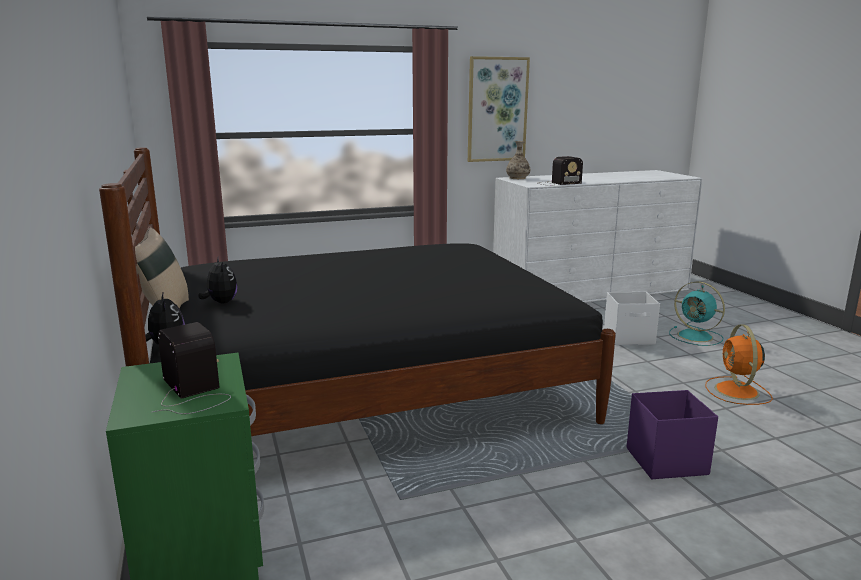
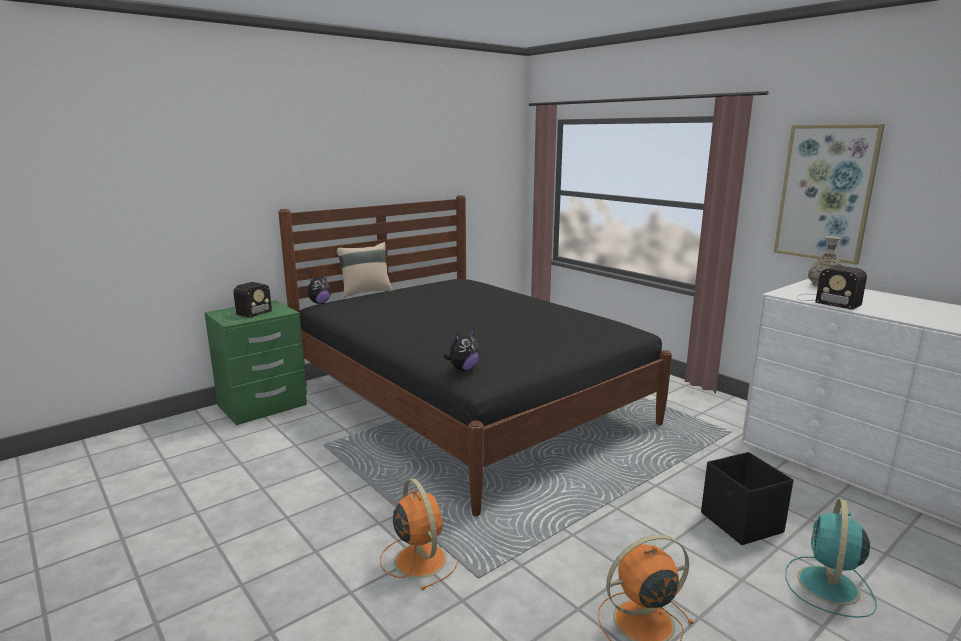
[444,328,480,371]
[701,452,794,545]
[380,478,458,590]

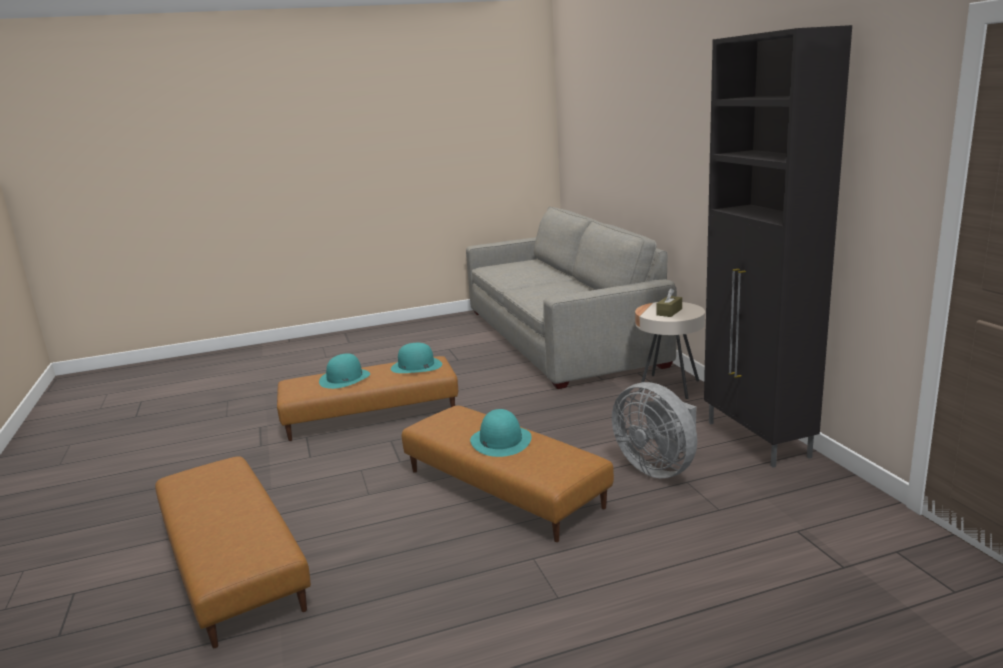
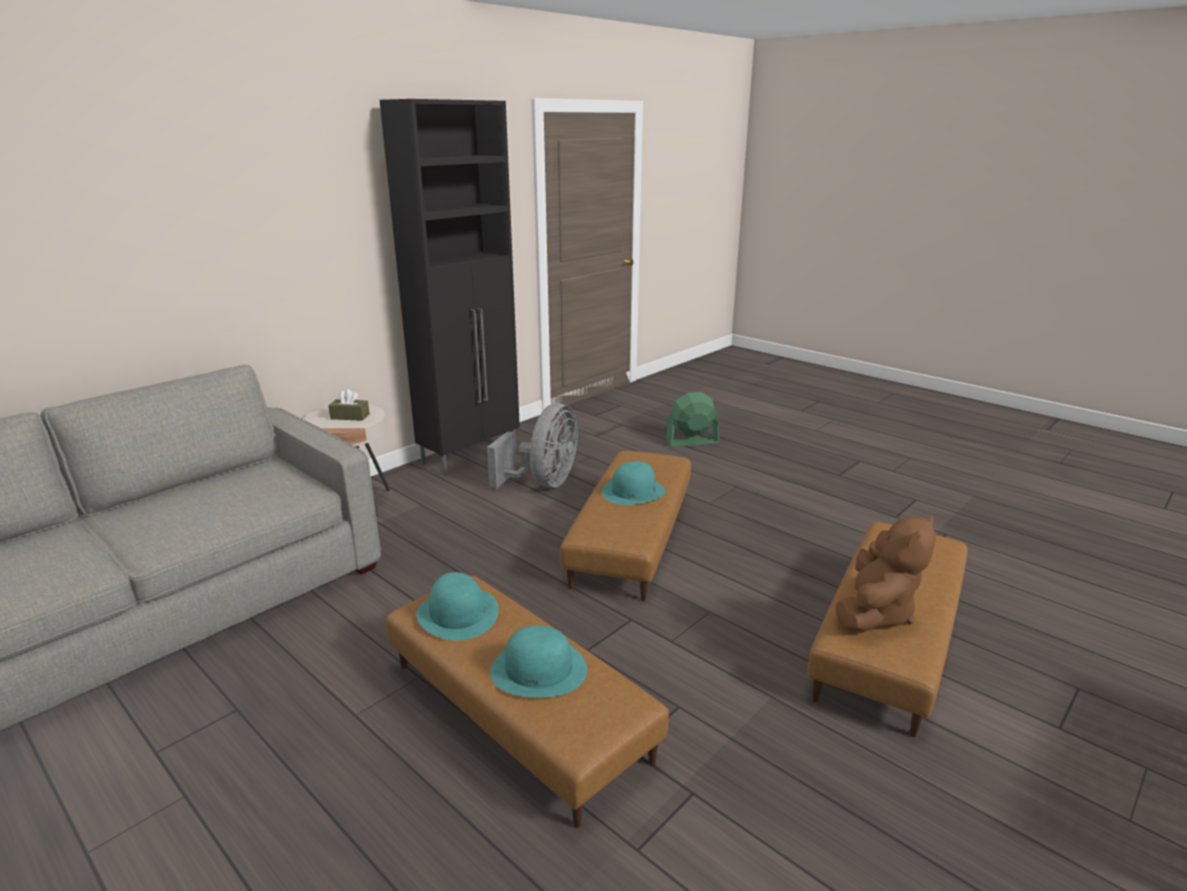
[666,392,720,447]
[835,515,936,632]

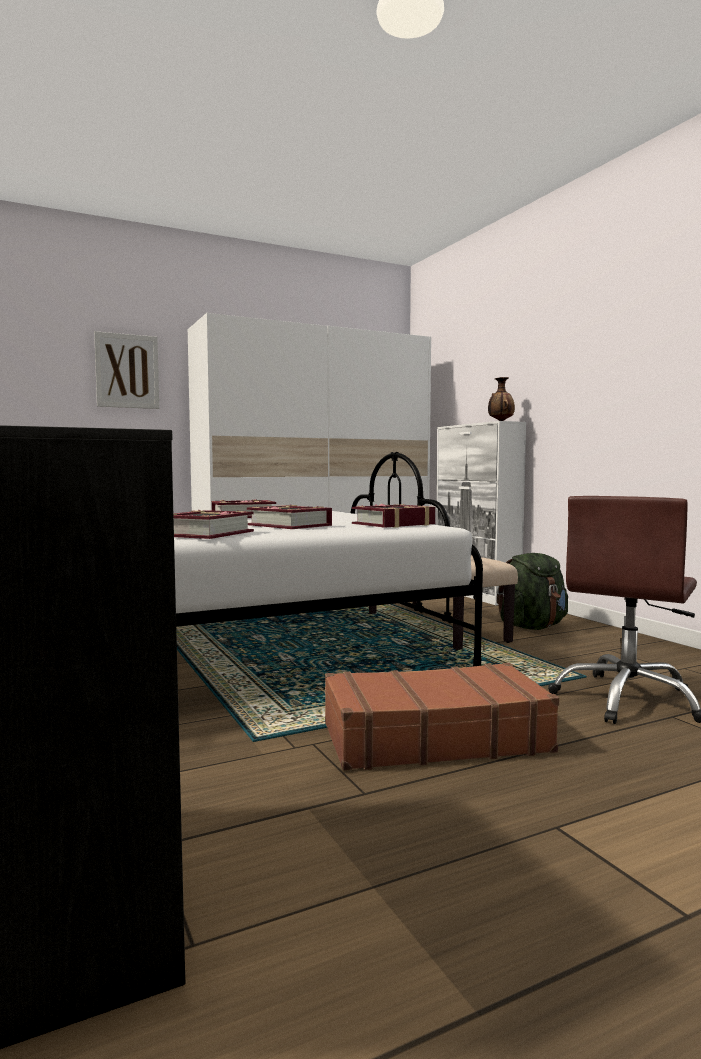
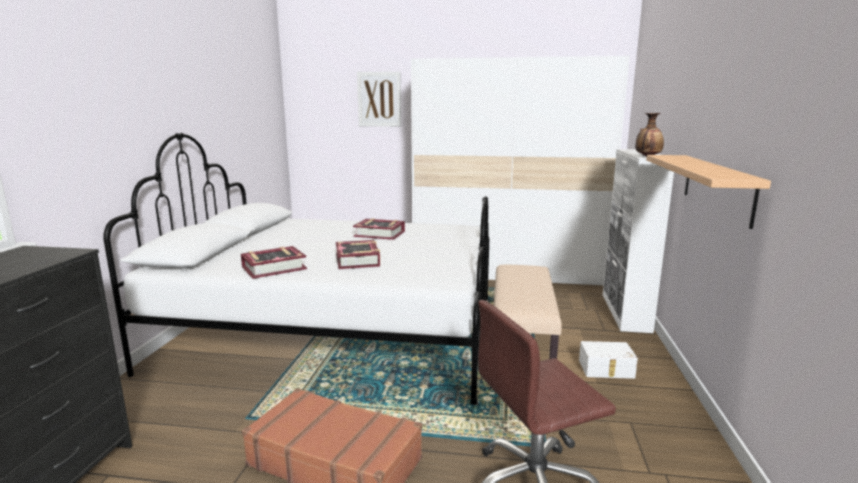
[352,504,435,528] (first image)
[579,341,638,379]
[646,155,771,229]

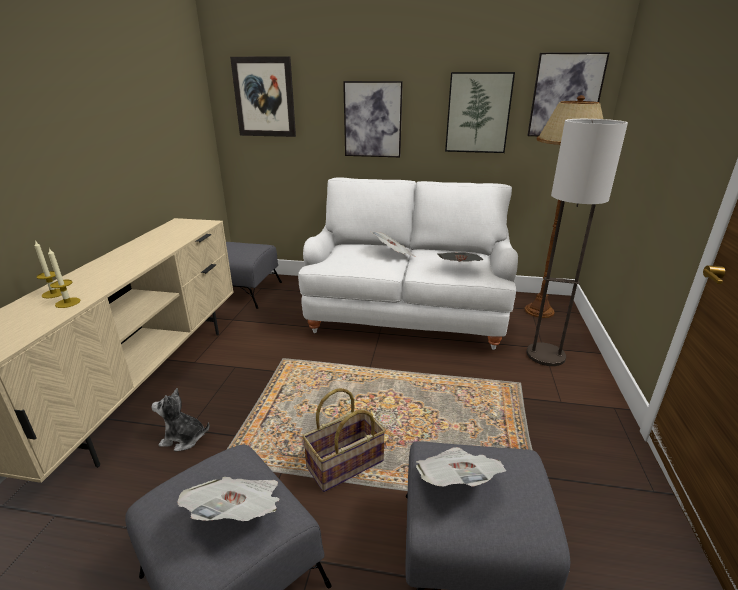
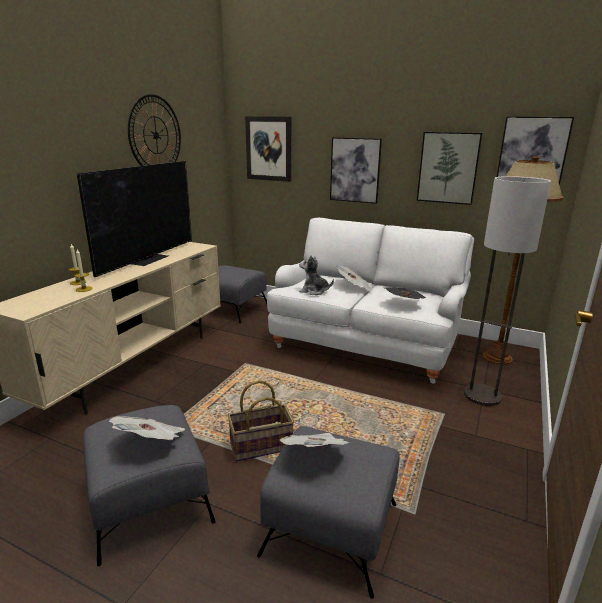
[299,255,334,295]
[128,94,181,166]
[77,161,192,277]

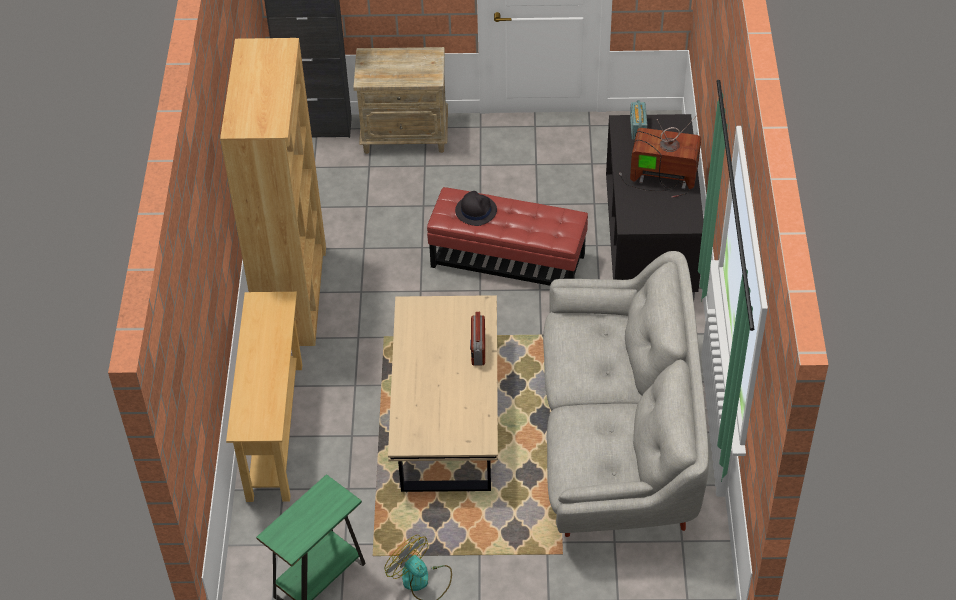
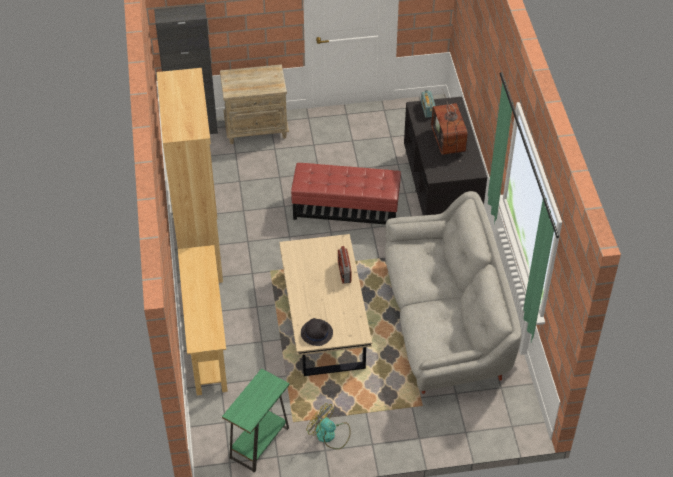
[431,89,468,162]
[301,318,333,346]

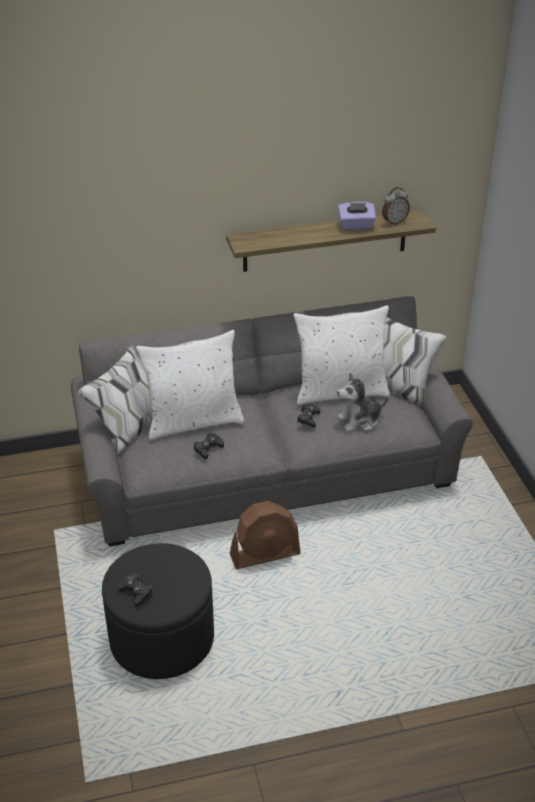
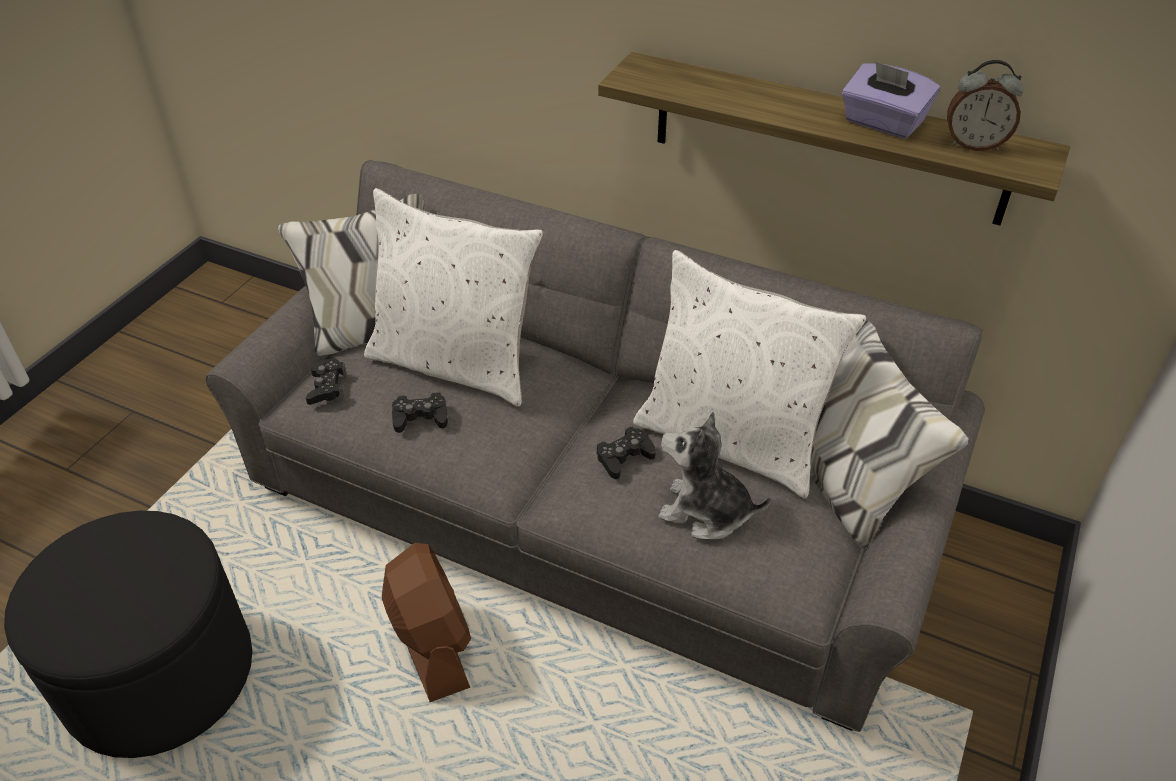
[382,543,471,702]
[306,359,347,405]

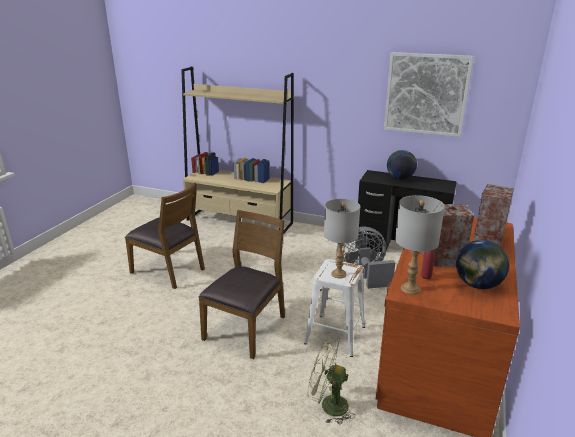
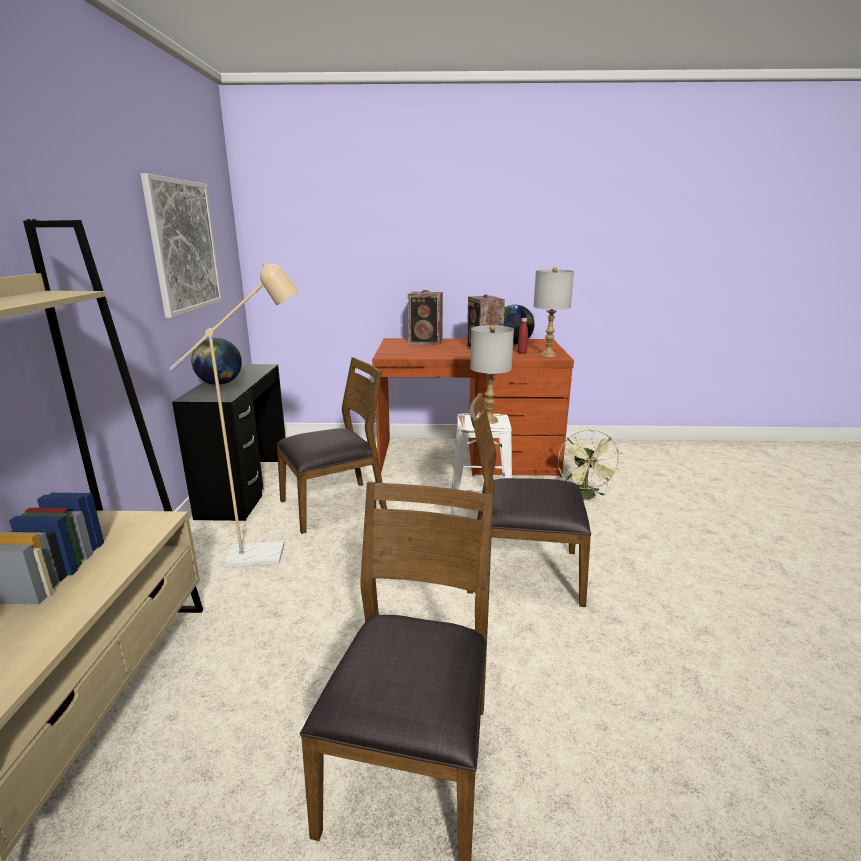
[277,357,387,534]
[169,262,299,568]

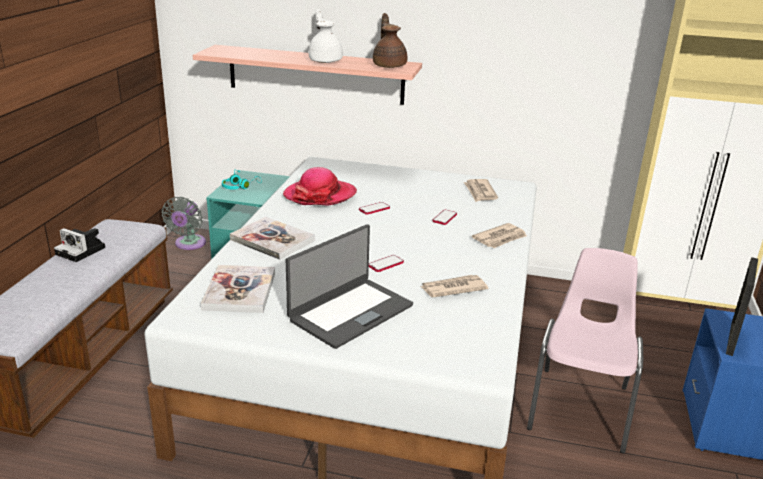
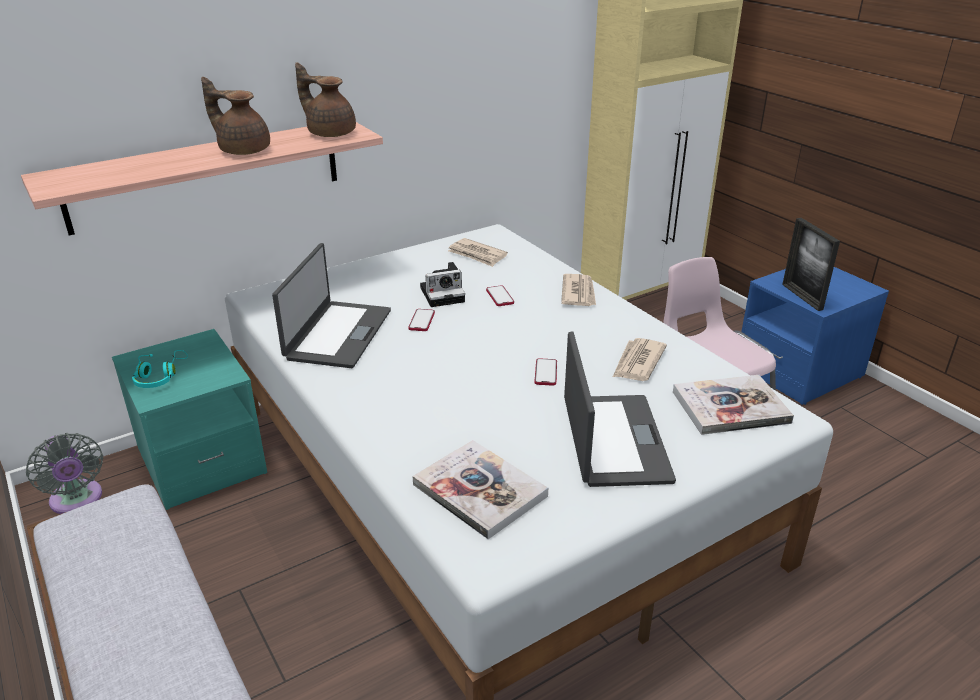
[201,77,270,155]
[272,243,391,368]
[673,375,794,435]
[420,262,465,307]

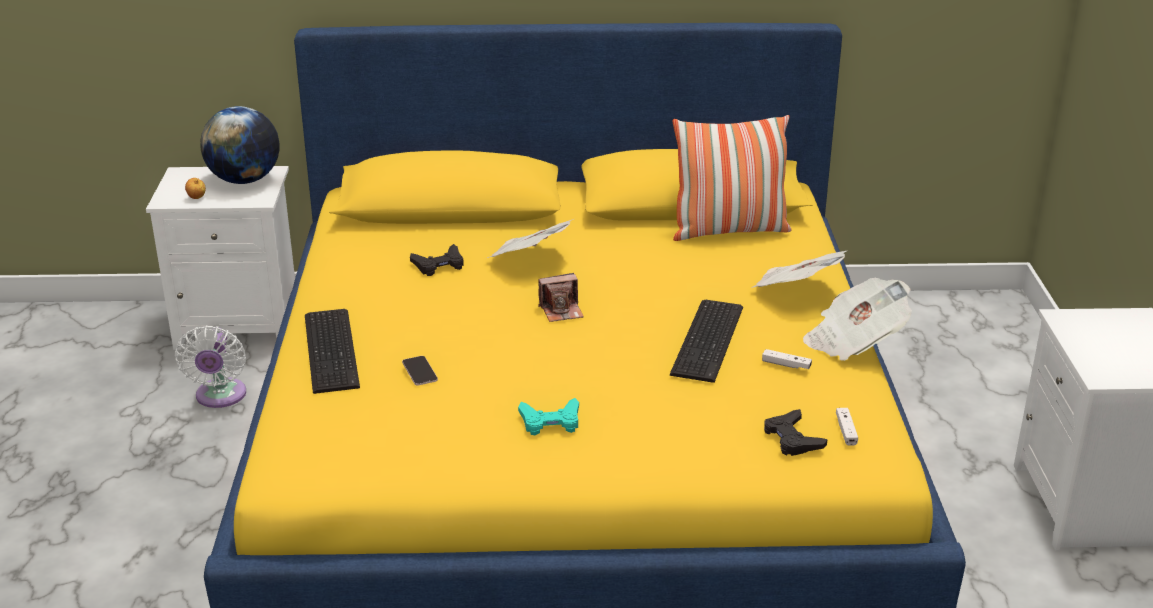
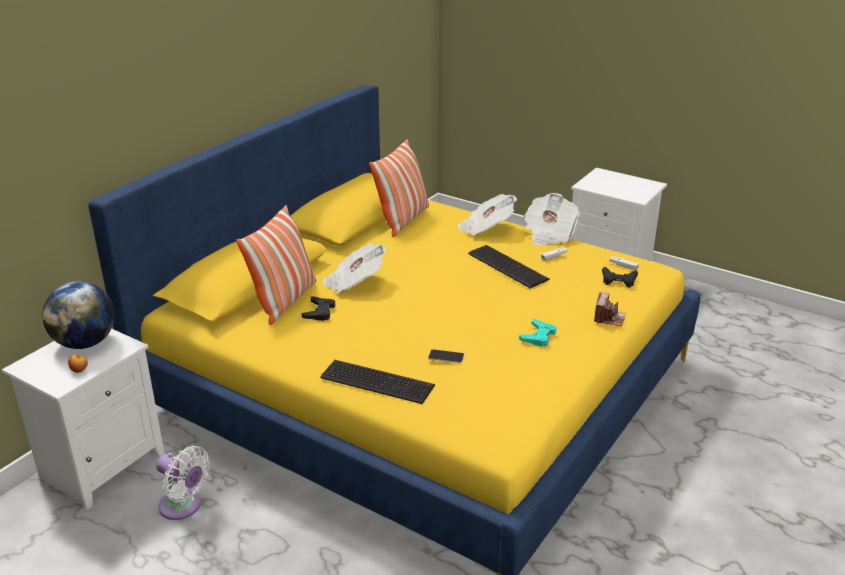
[594,292,626,326]
[236,205,317,325]

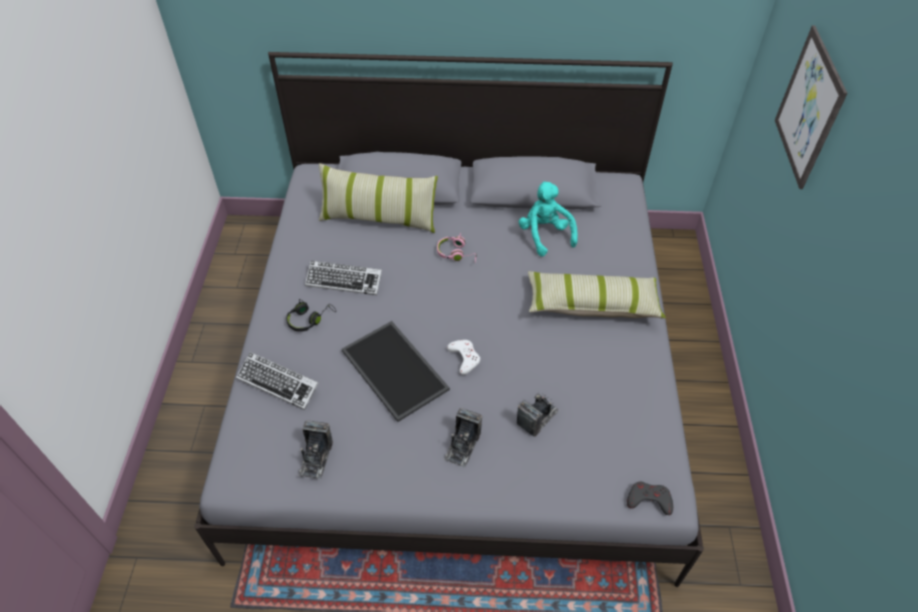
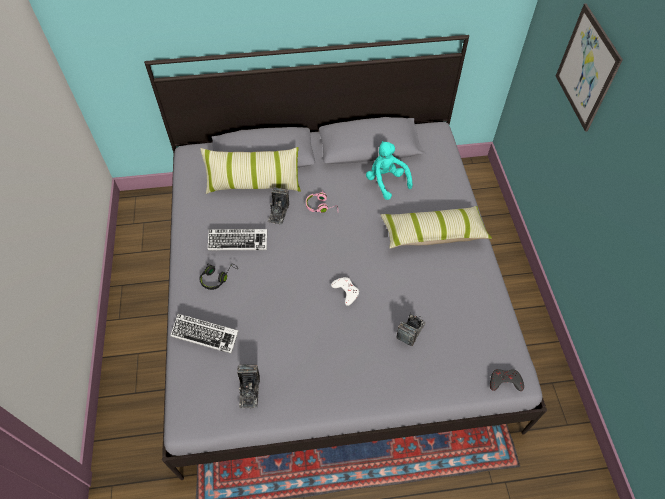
[342,321,450,422] (first image)
[268,187,289,225]

